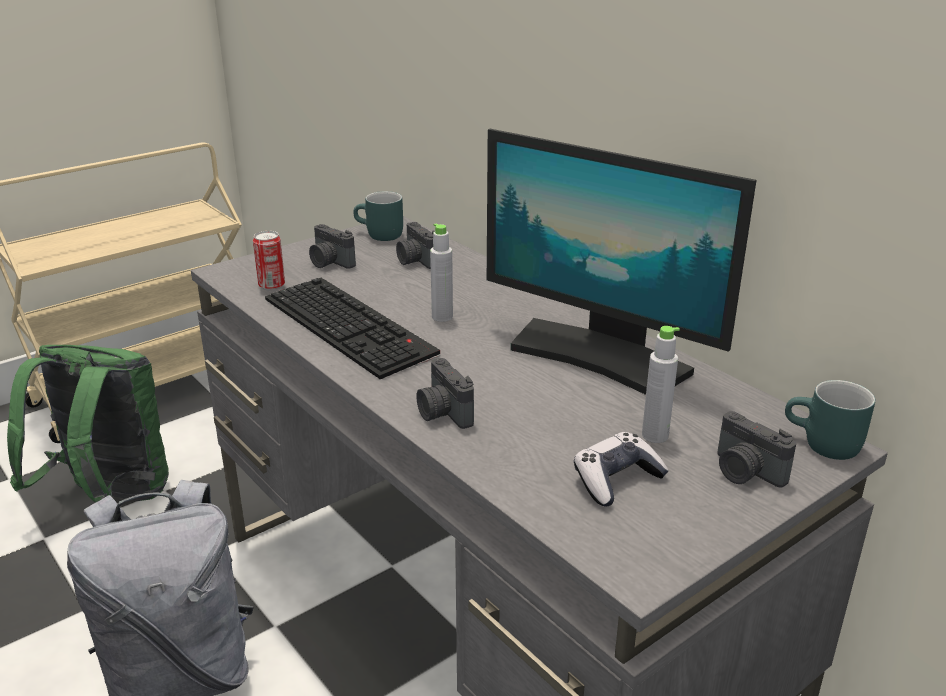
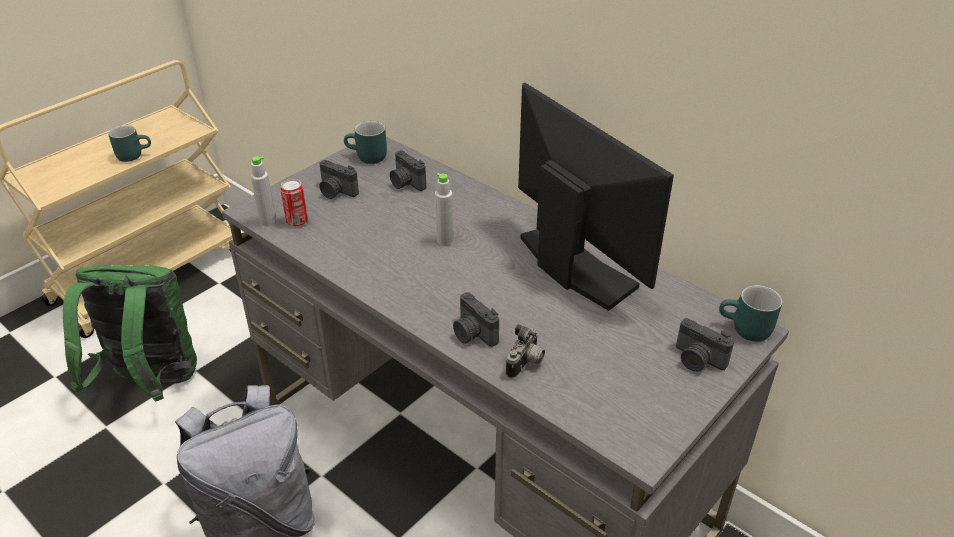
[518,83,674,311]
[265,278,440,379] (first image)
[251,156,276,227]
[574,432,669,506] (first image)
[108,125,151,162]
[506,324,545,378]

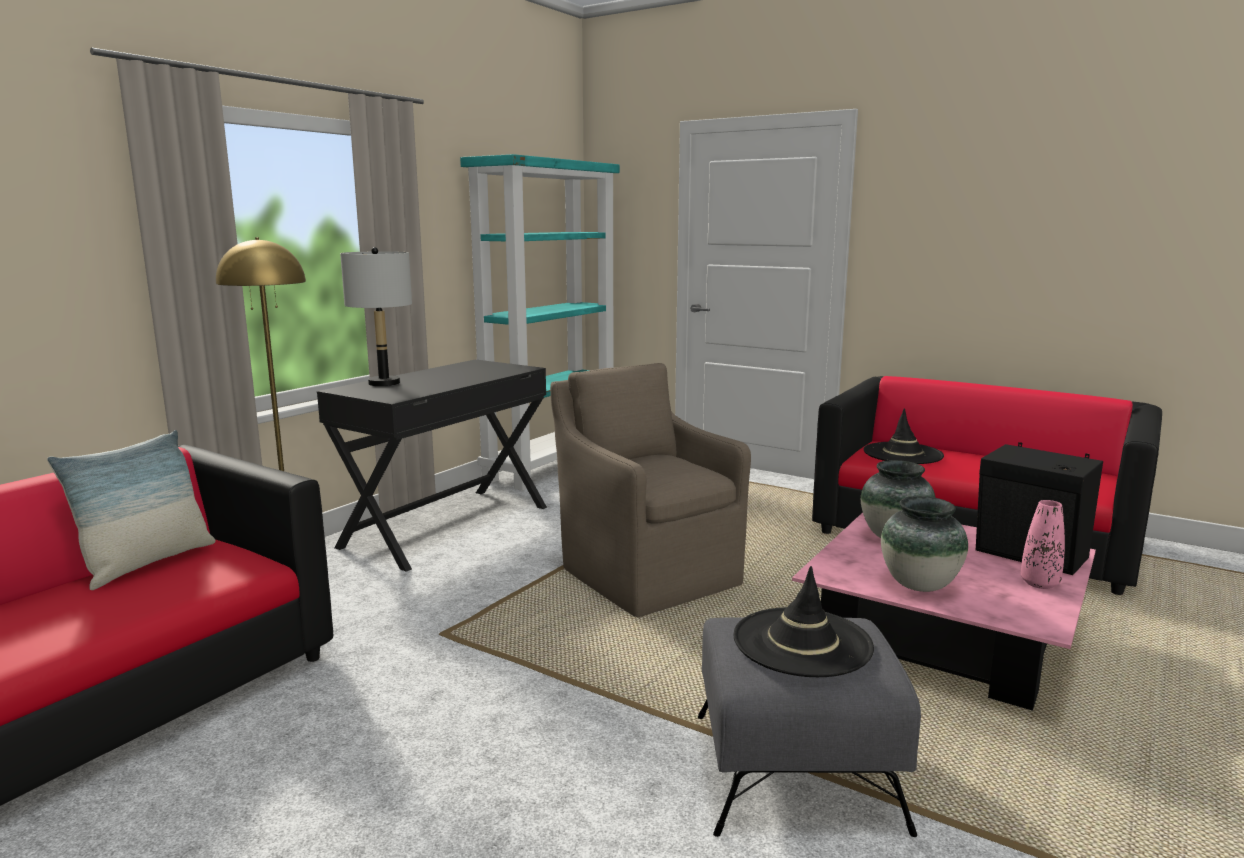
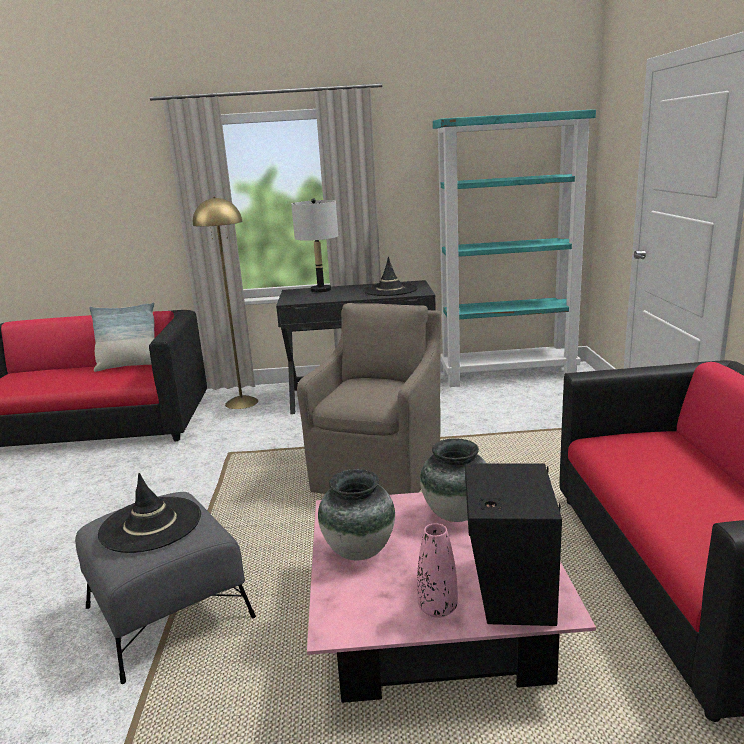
[363,257,418,296]

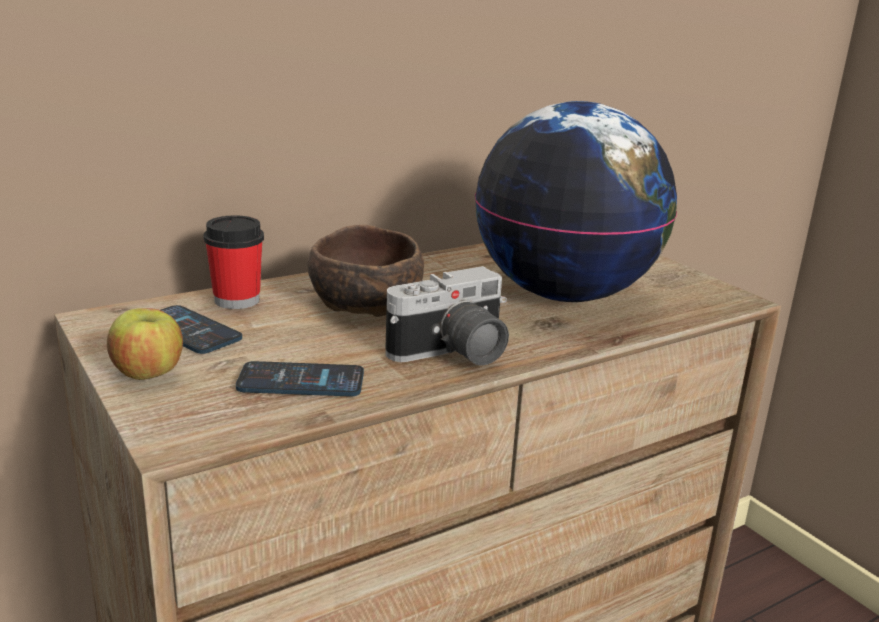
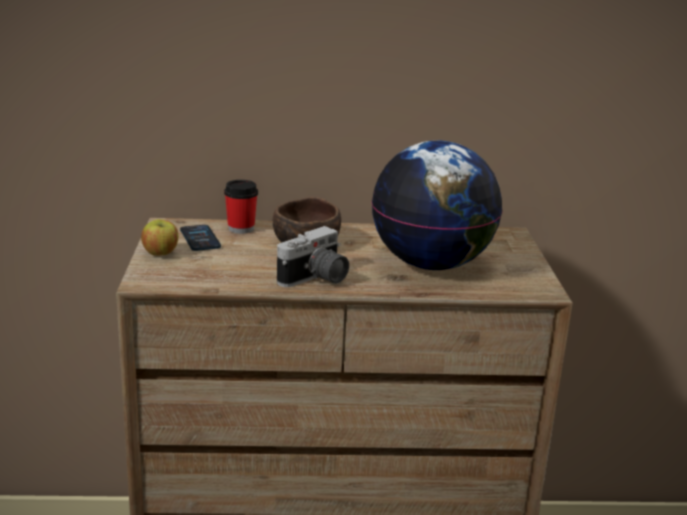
[277,226,349,287]
[236,361,364,396] (first image)

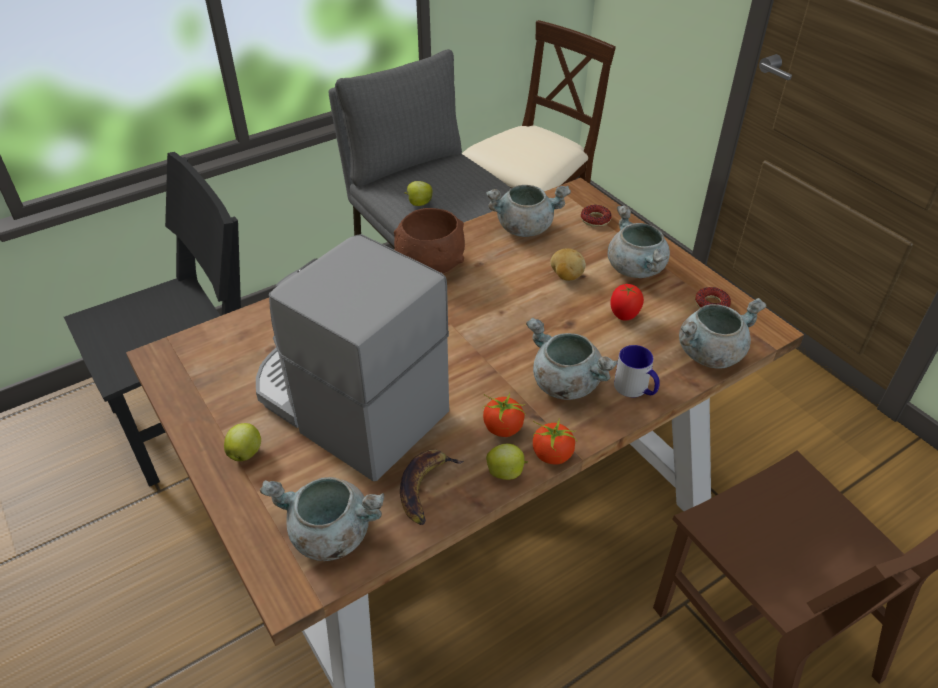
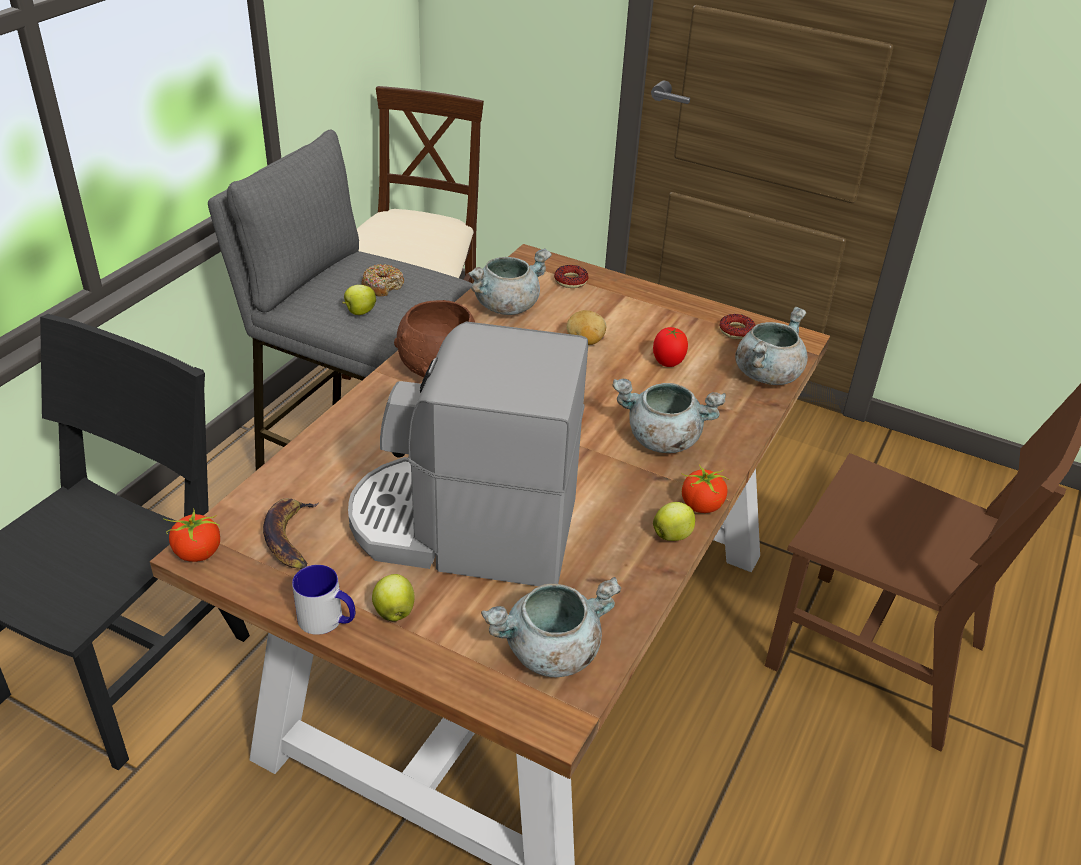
[607,205,670,278] (first image)
[292,565,355,635]
[163,508,220,562]
[263,498,319,569]
[362,264,404,297]

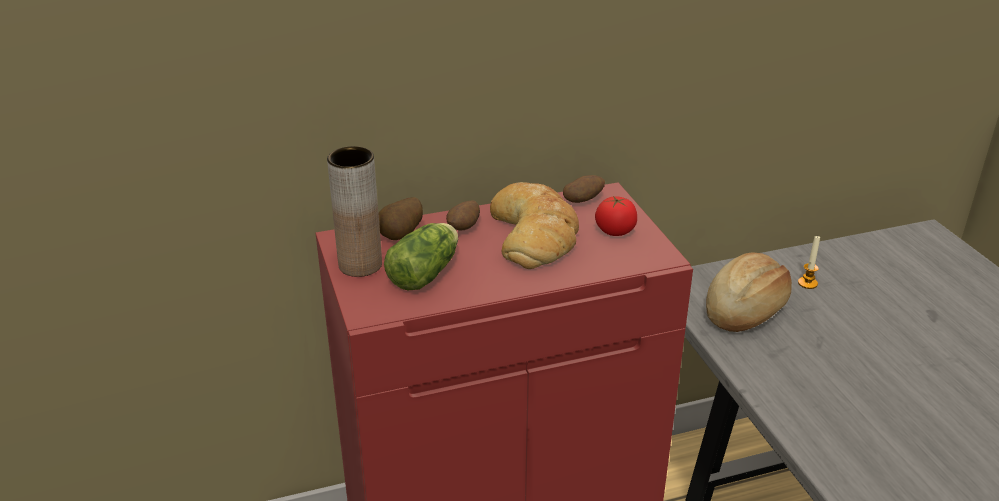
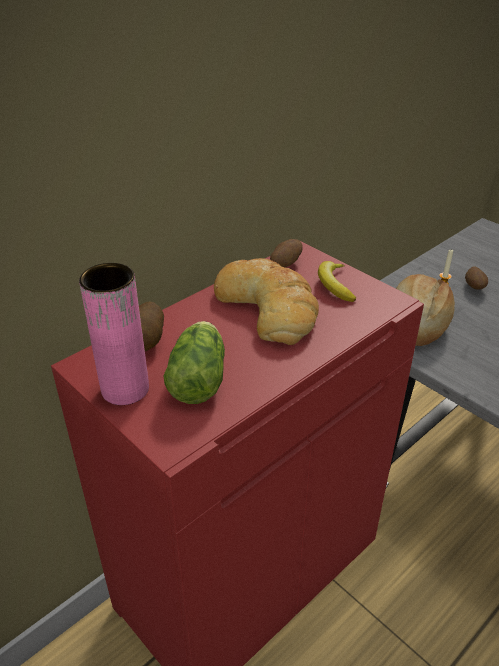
[79,263,149,405]
[318,261,356,302]
[465,266,488,290]

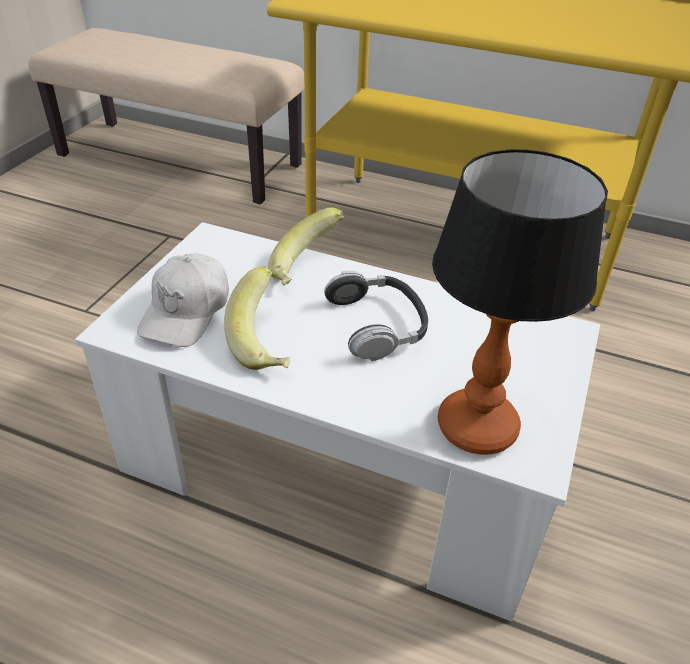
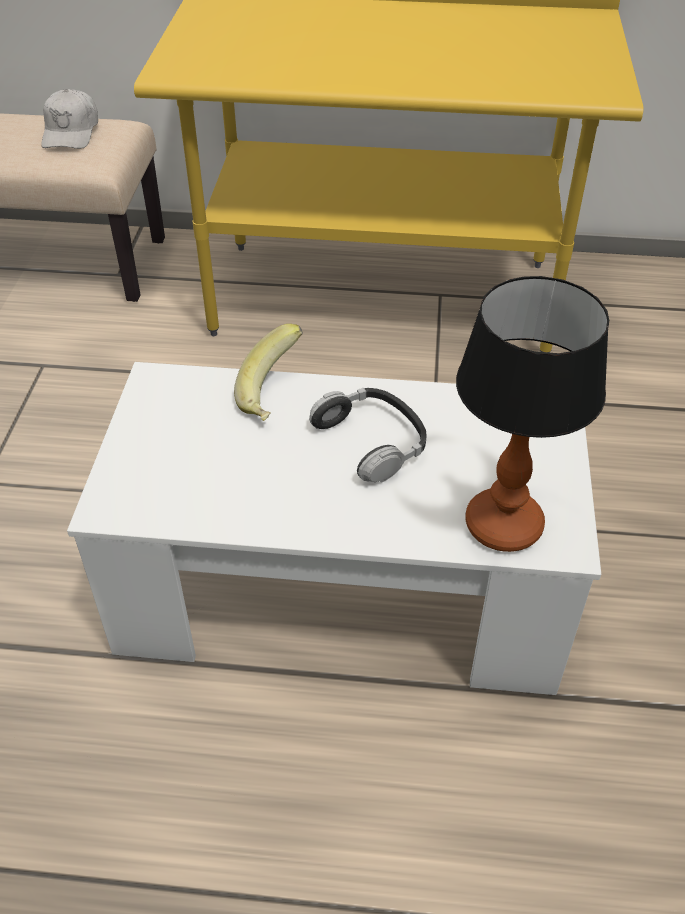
[41,89,98,149]
[224,267,290,370] (first image)

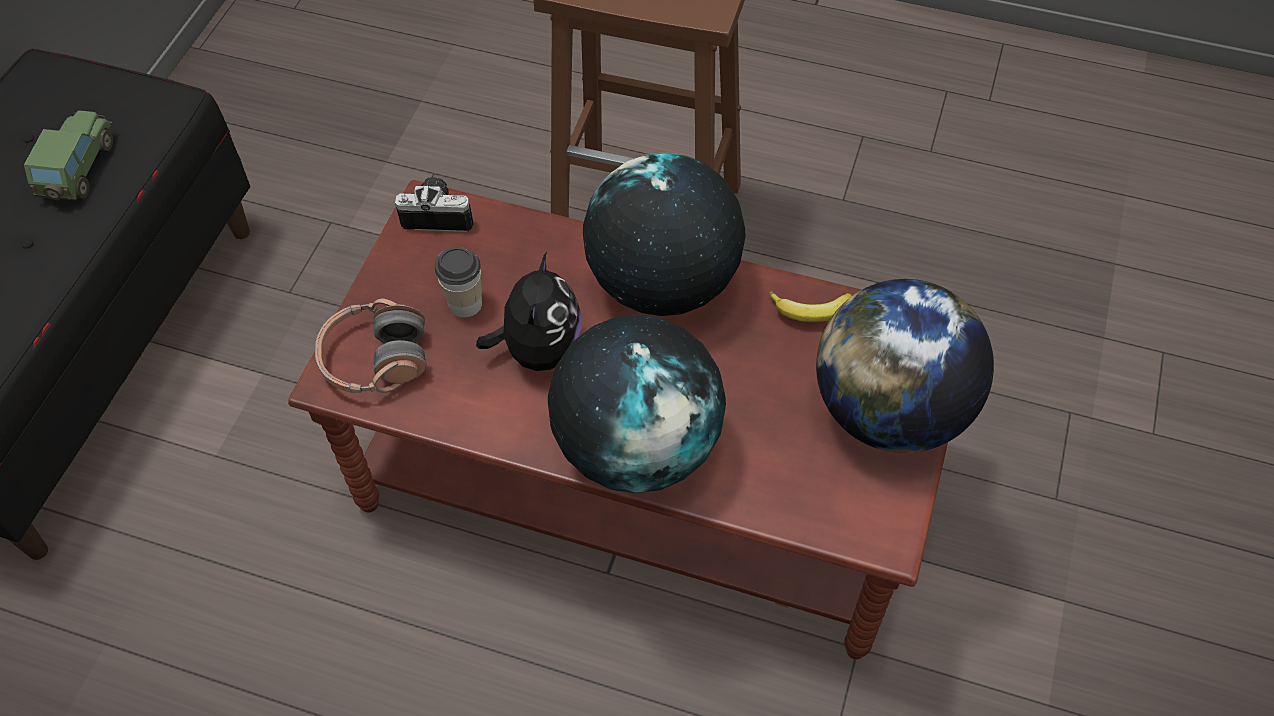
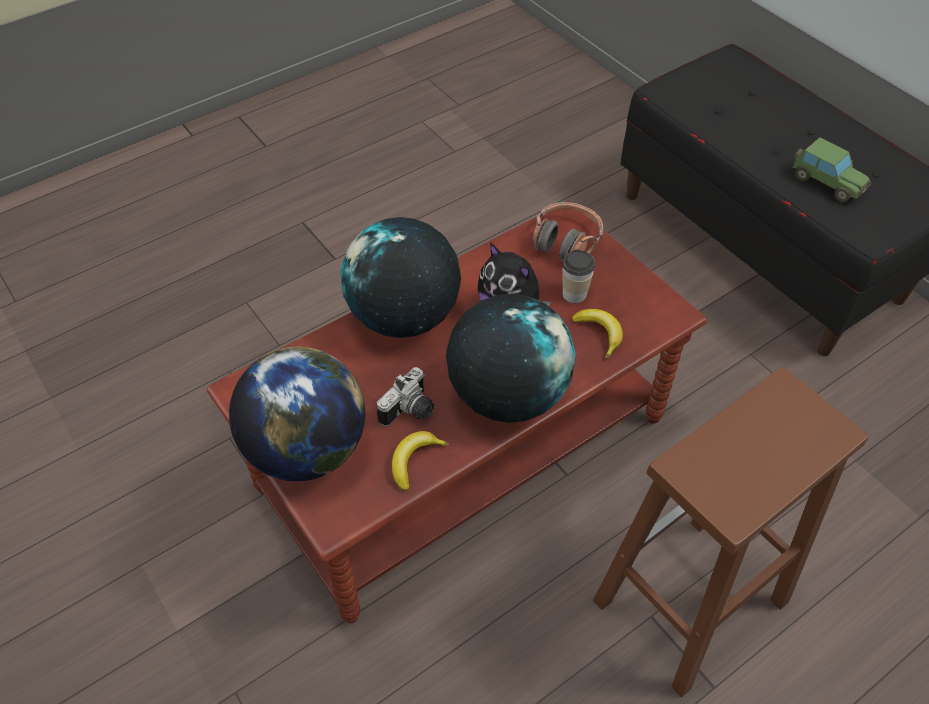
[376,367,434,426]
[572,309,623,359]

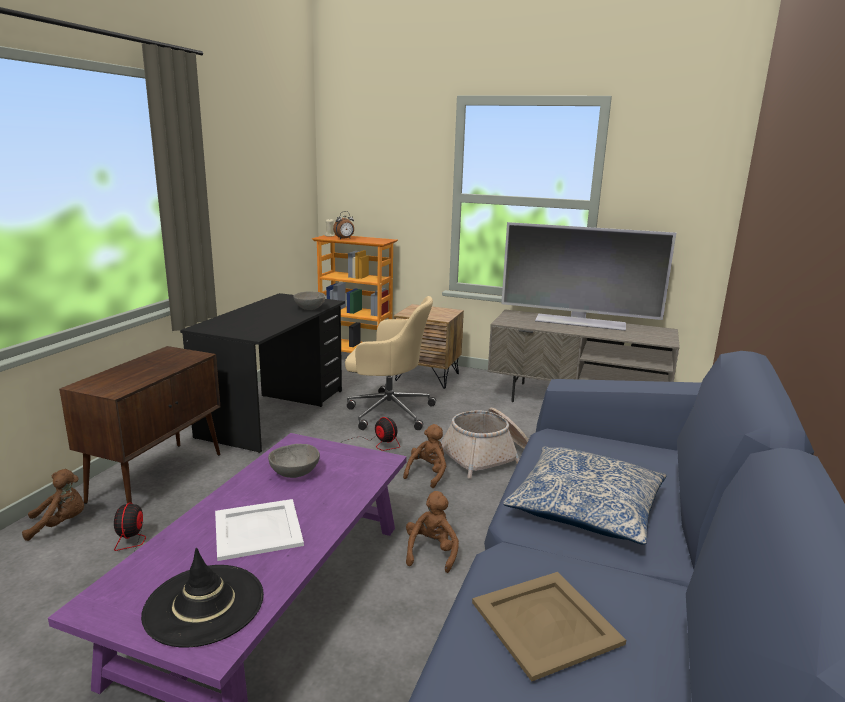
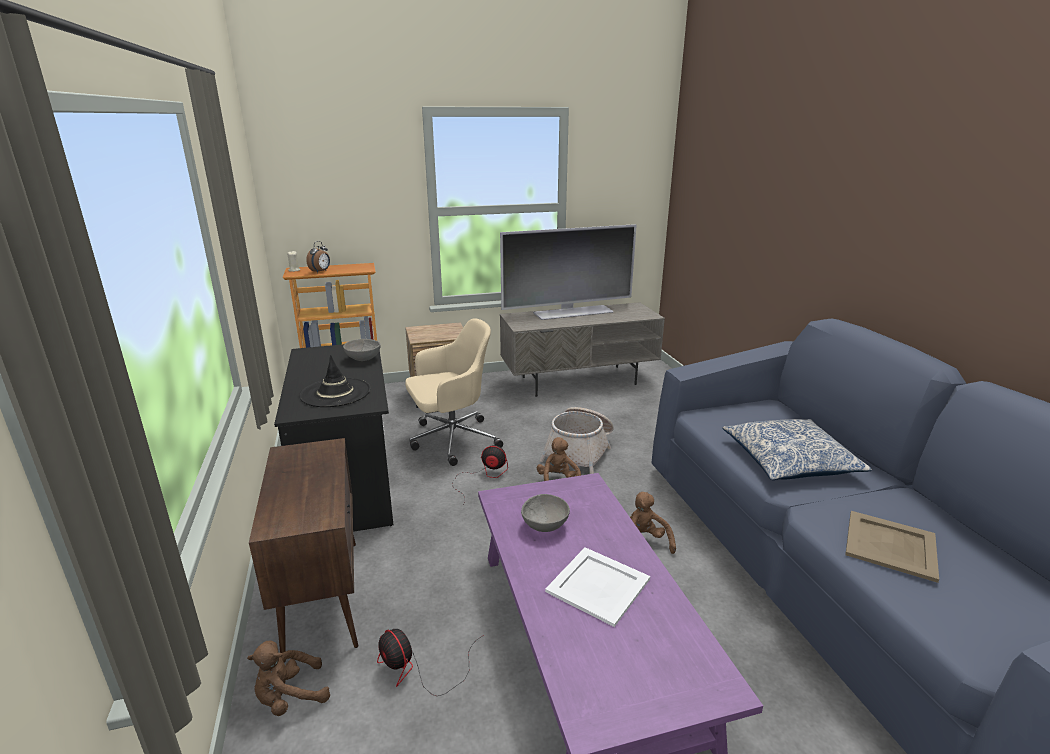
[247,641,330,716]
[299,355,371,407]

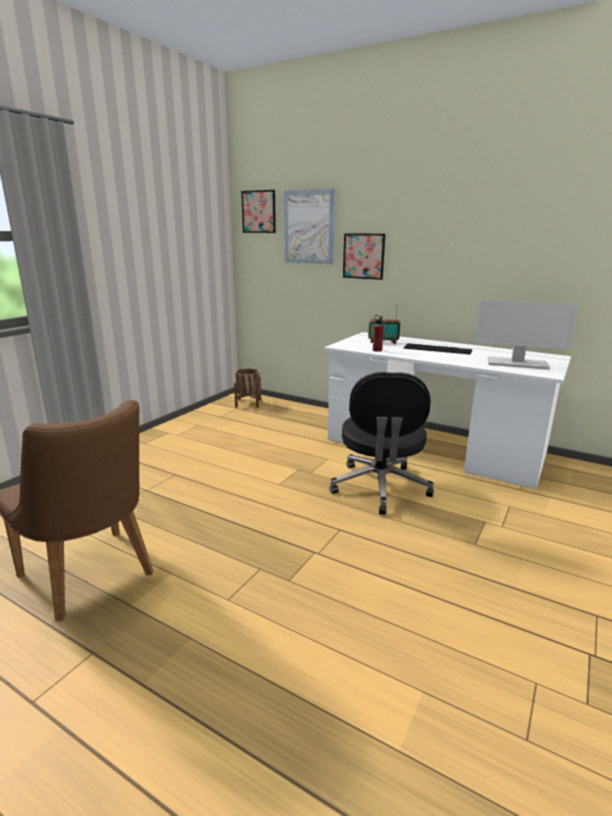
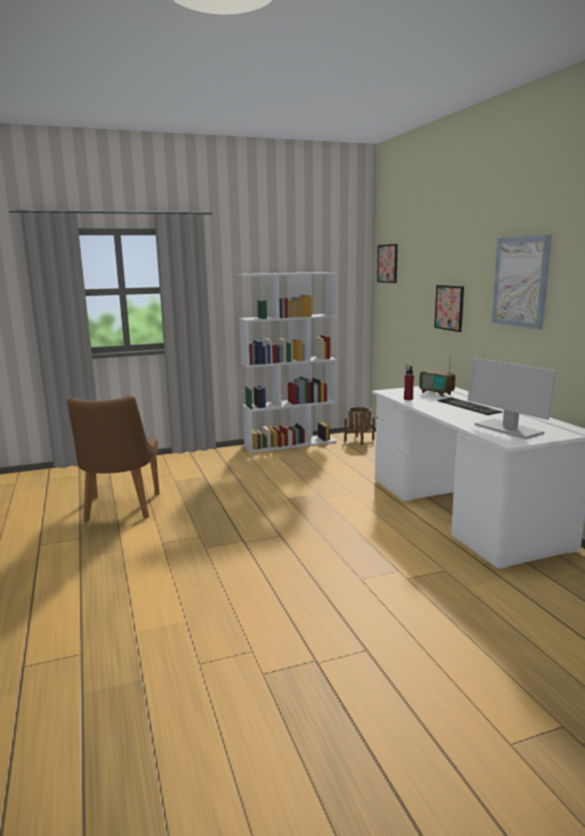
[491,235,552,330]
[330,372,434,515] (first image)
[237,272,337,453]

